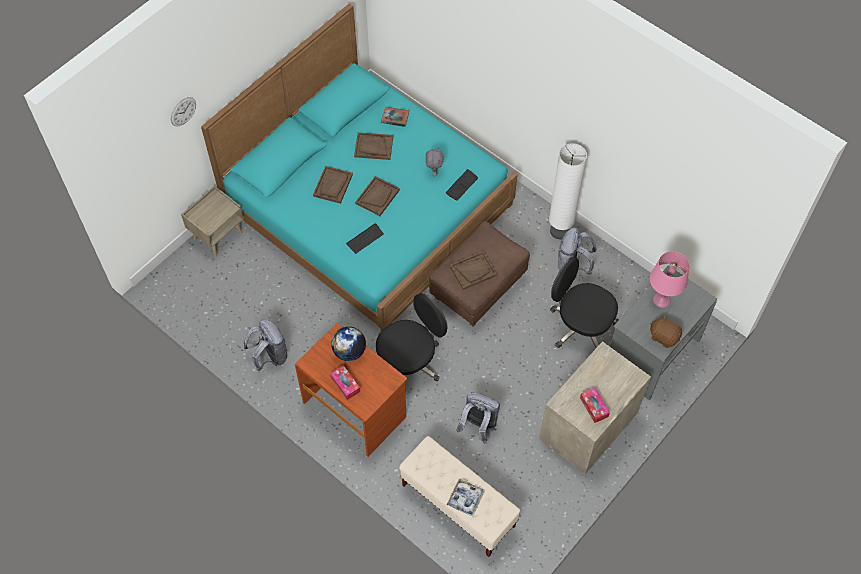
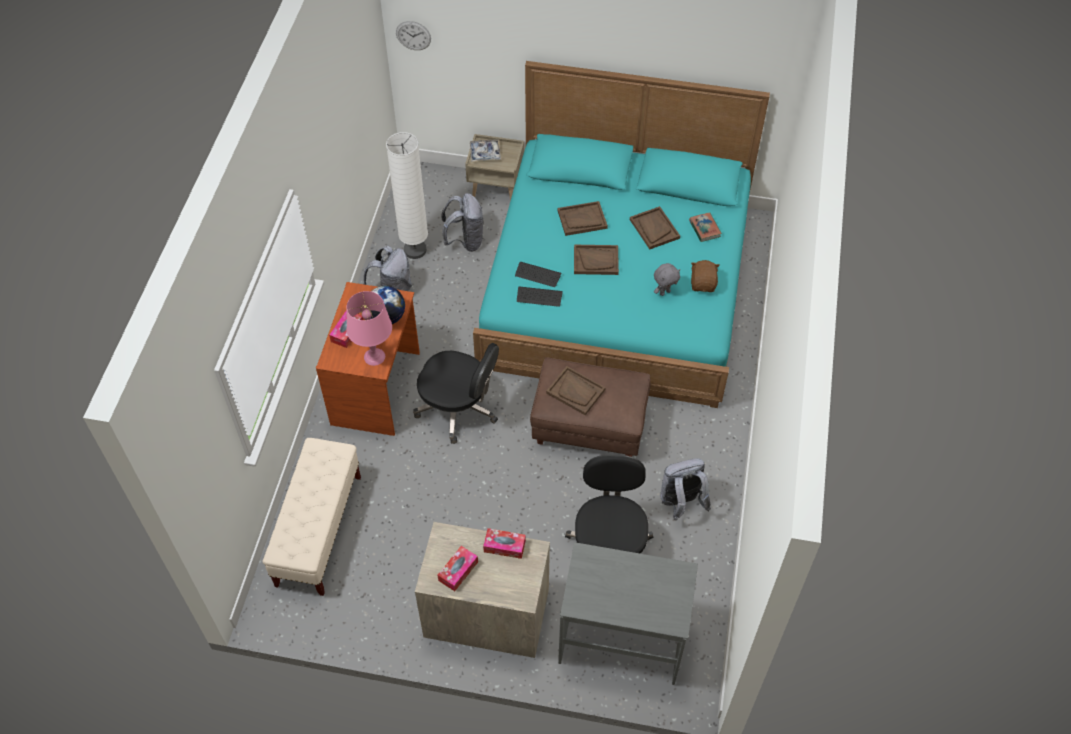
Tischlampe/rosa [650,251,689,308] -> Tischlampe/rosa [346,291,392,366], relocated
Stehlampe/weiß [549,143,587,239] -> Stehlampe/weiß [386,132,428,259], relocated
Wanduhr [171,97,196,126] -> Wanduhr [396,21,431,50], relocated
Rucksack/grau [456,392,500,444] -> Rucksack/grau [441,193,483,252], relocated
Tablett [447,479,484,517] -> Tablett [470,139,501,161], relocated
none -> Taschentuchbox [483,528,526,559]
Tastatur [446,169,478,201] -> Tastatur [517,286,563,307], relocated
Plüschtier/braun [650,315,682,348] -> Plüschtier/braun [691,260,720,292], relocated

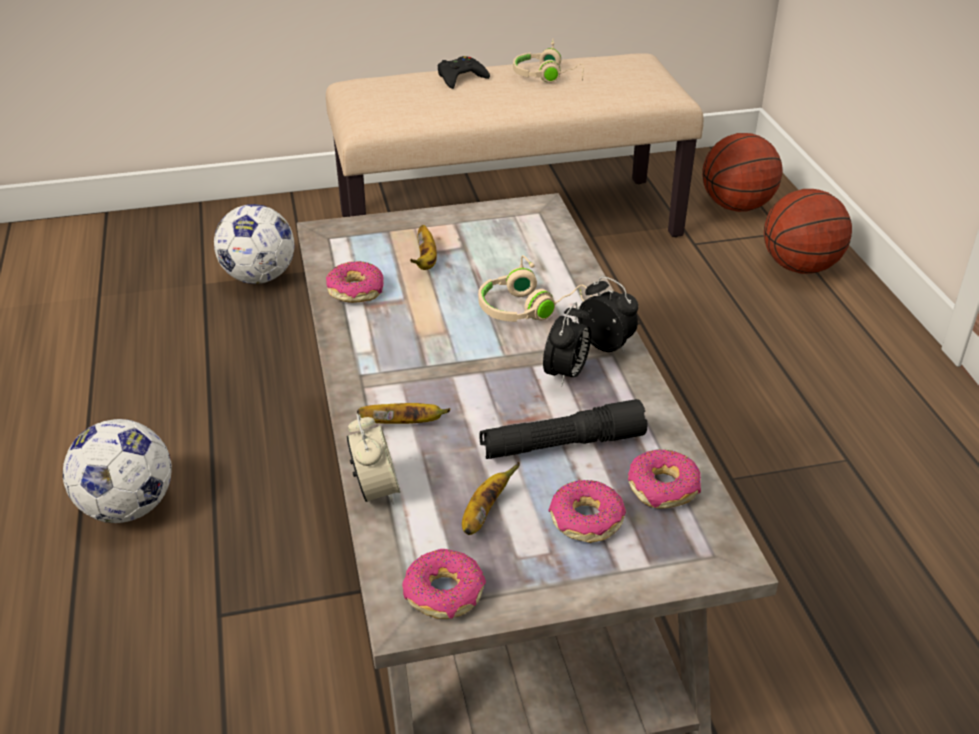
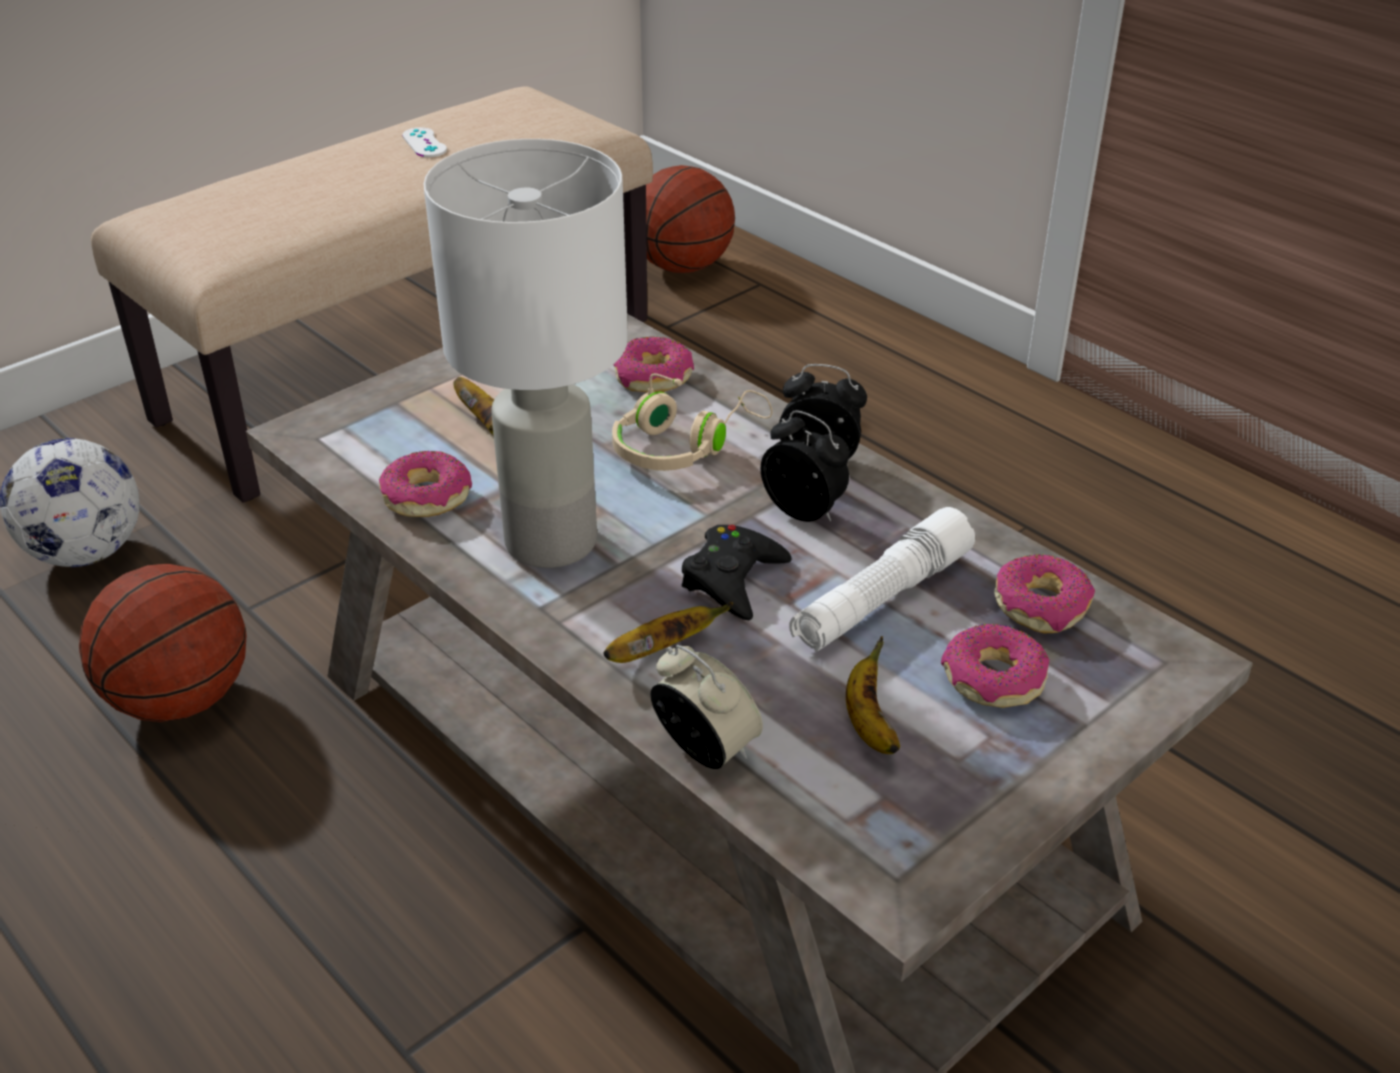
Basketball [764,189,852,274] -> Basketball [79,564,247,722], relocated
Kopfhörer/beige [513,39,584,83] -> Gamepad/weiß [402,127,447,157]
none -> Tischlampe/weiß [423,139,628,568]
Donut [402,549,486,619] -> Donut [614,336,694,392], relocated
Gamepad/schwarz [438,56,490,89] -> Gamepad/schwarz [682,525,792,620], relocated
Wecker [543,302,591,387] -> Wecker [761,410,849,522], 45 degrees counterclockwise
Taschenlampe/schwarz [479,399,648,459] -> Taschenlampe/weiß [789,507,975,652]
Fußball [63,419,172,523] -> none

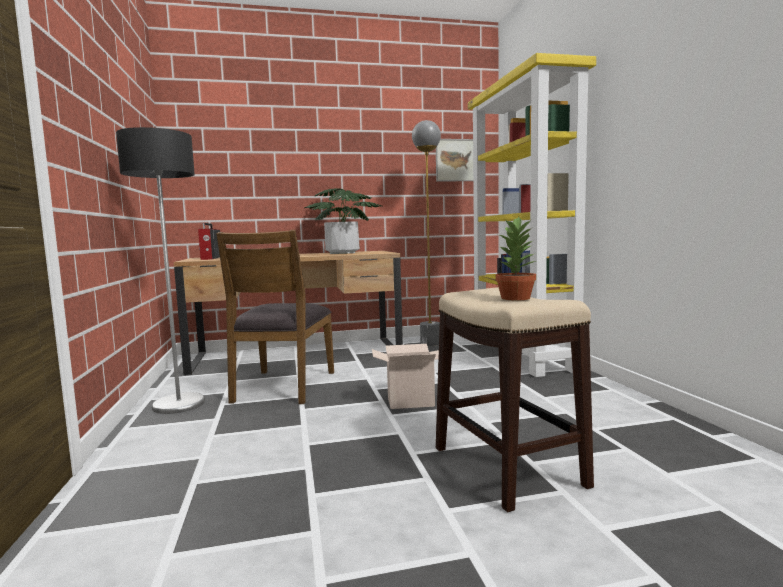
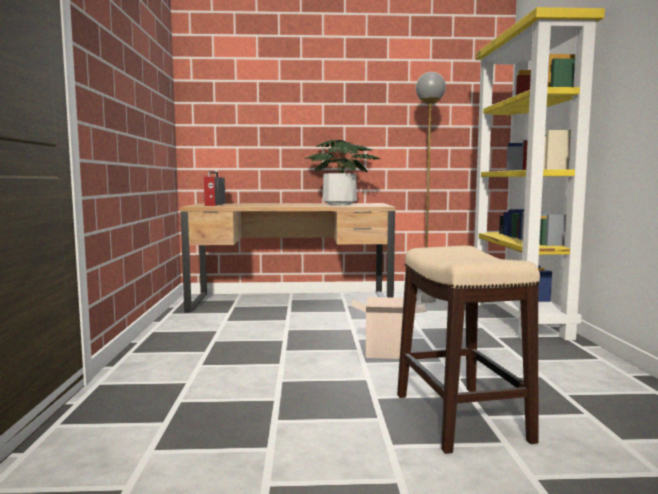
Stehlampe [116,127,205,414] -> none
Stuhl/braun [216,230,334,404] -> none
Bild [436,139,473,182] -> none
Topfpflanze [495,216,536,300] -> none

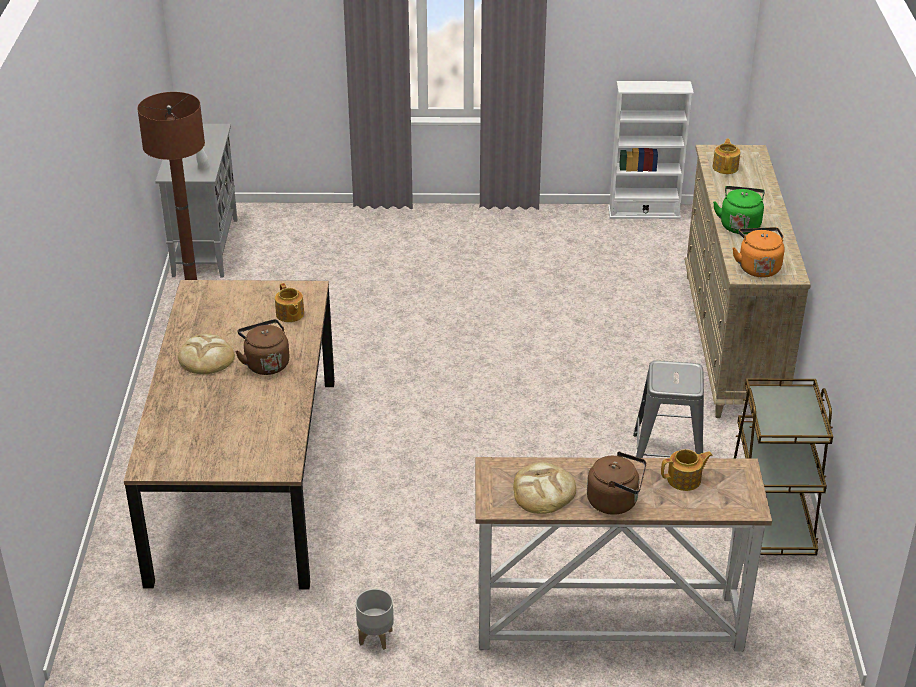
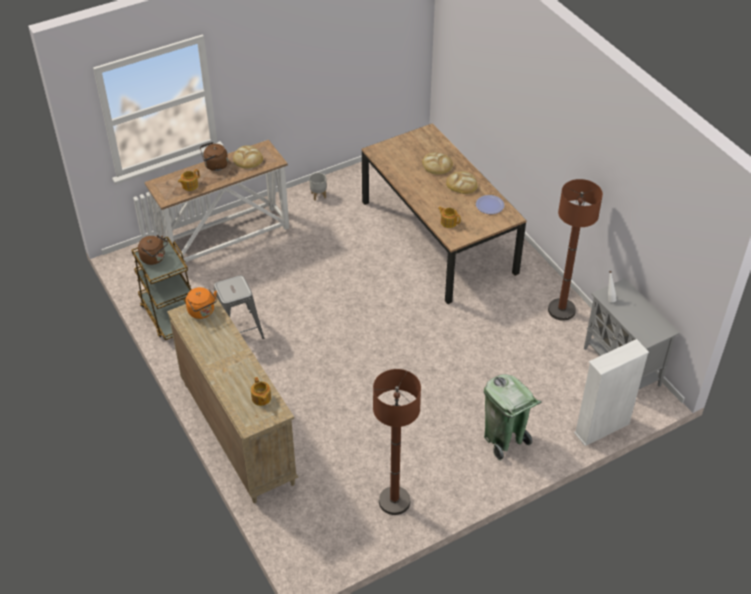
Wasserkessel/braun [235,319,290,375] -> Wasserkessel/braun [138,235,168,265], relocated
none -> Stehlampe/braun [373,369,421,515]
none -> Brot [422,152,453,175]
none -> Teller [476,195,504,214]
none -> Mülleimer/grün [484,374,542,461]
Bücherregal/weiß [608,81,694,219] -> Bücherregal/weiß [574,339,649,446], relocated
Wasserkessel/grün [713,186,765,234] -> none

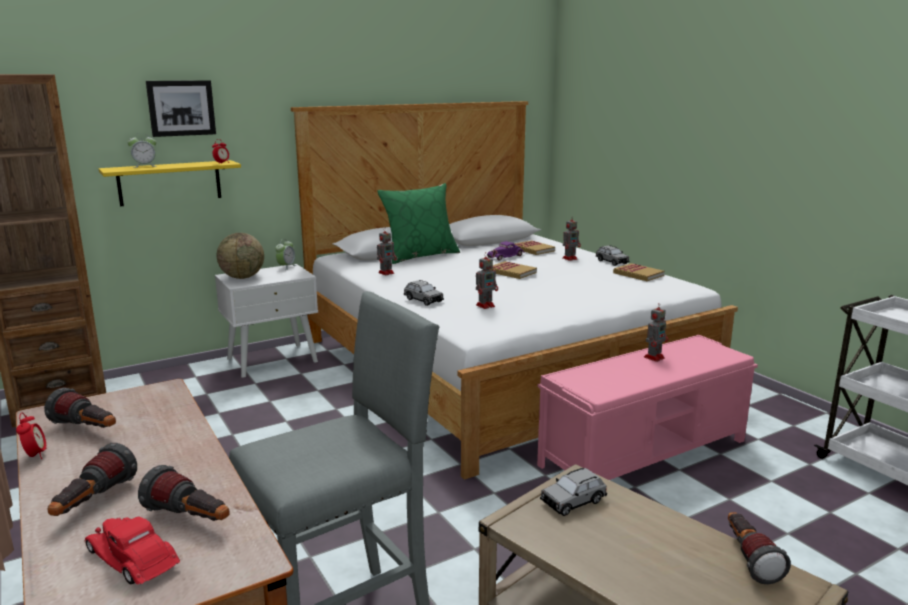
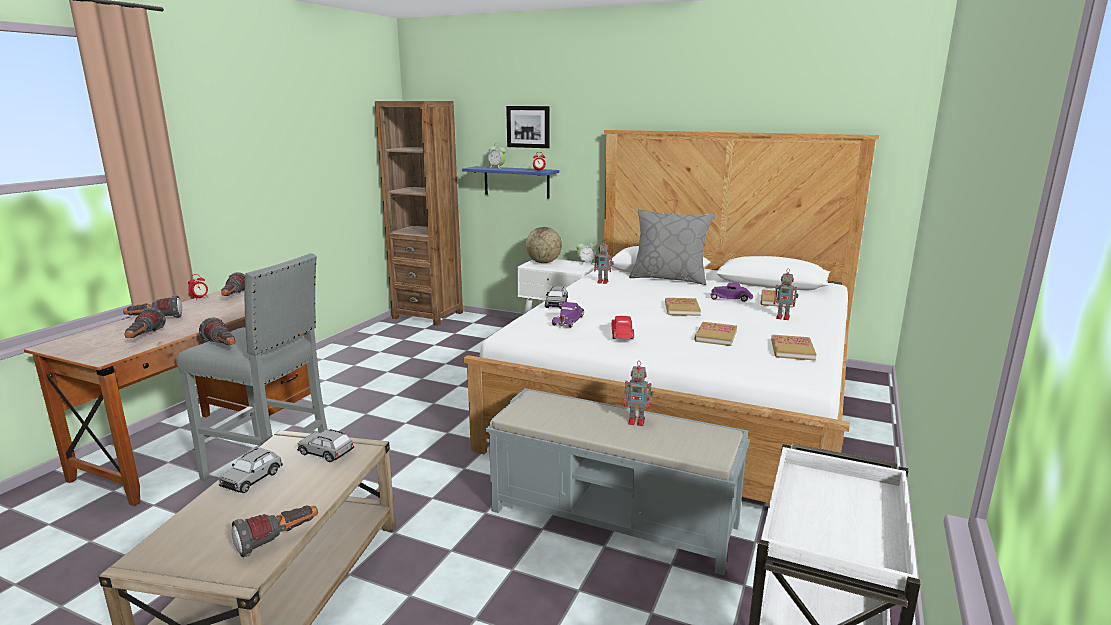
none -> Taschenlampe [199,318,235,345]
Spielzeugauto/grau [595,245,629,266] -> Spielzeugauto/grau [219,448,283,493], relocated
Wandregal/gelb [99,160,241,206] -> Wandregal/blau [462,166,559,199]
Bank/rosa [537,335,758,480] -> Bank/grau [486,388,750,575]
Spielzeugroboter [476,252,498,309] -> Spielzeugauto/lila [552,302,584,327]
Spielzeugauto/rot [85,516,180,585] -> Spielzeugauto/rot [612,316,634,339], relocated
Kissen/grün [378,183,460,264] -> Kissen/grau [629,209,715,285]
none -> Buch [694,322,737,346]

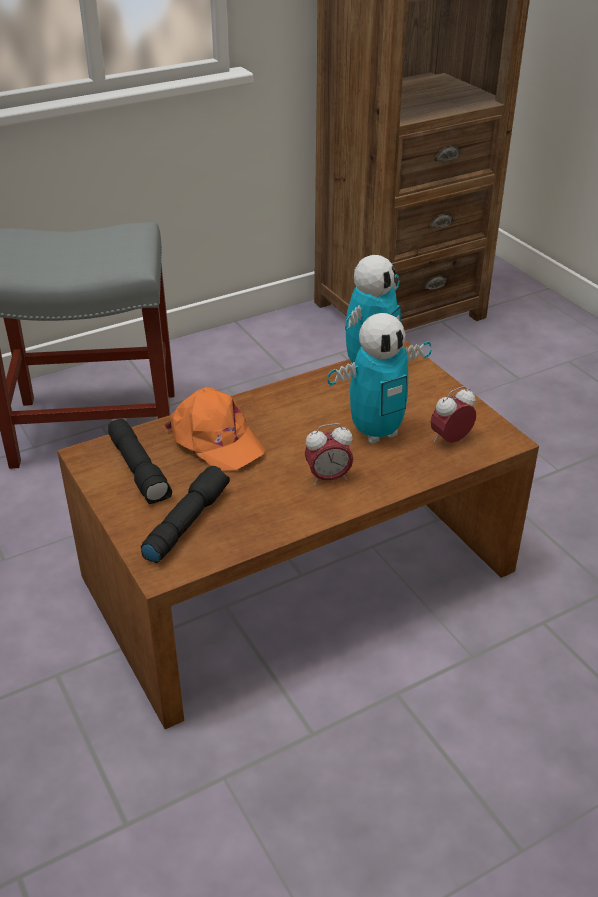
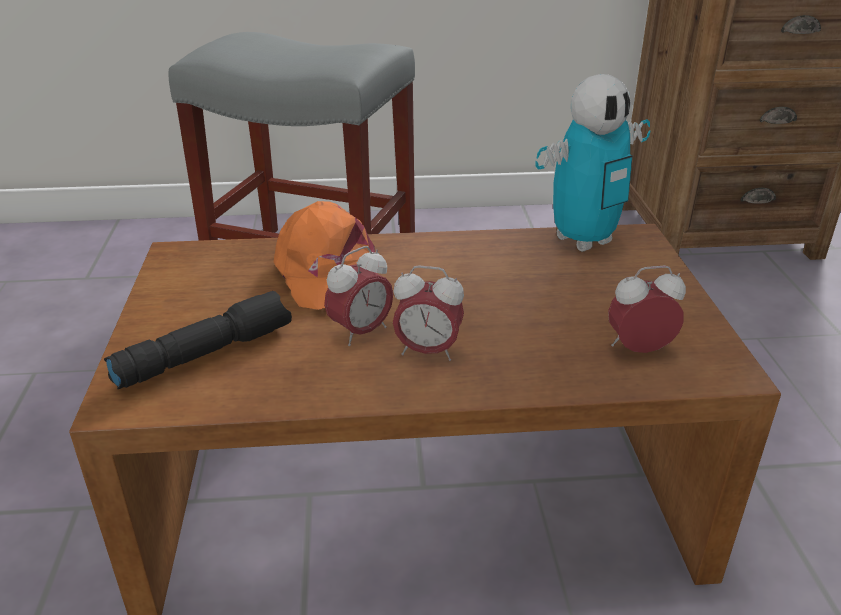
none -> Wecker [324,246,393,346]
Taschenlampe/schwarz [108,419,172,504] -> none
Spielzeugroboter [328,313,432,444] -> none

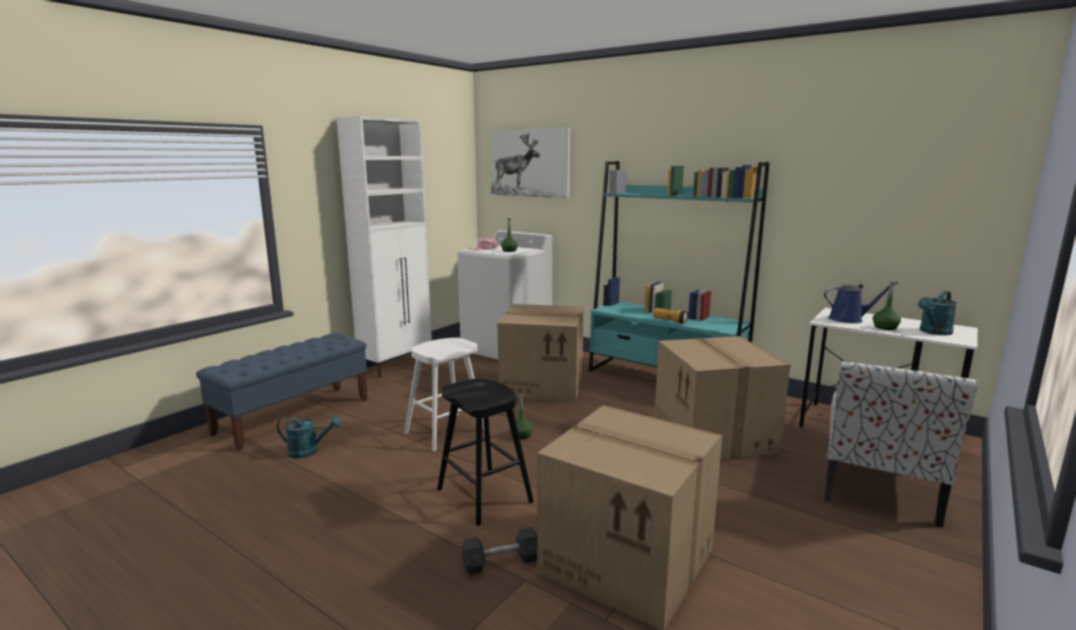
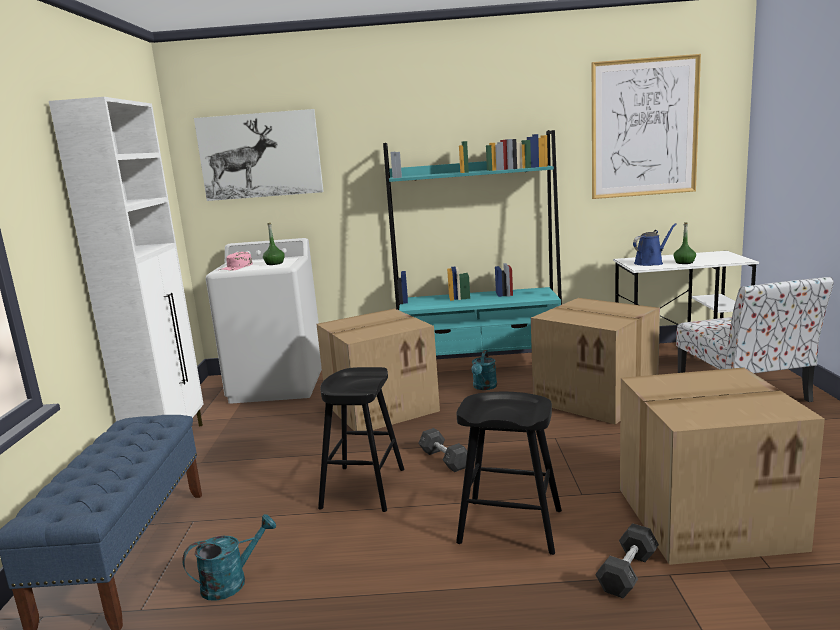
Hocker/weiß [404,338,484,451] -> Hocker/schwarz [318,367,404,512]
Flasche/grün [510,394,533,439] -> Hantel/grau [418,428,467,472]
Gießkanne/türkis [918,291,957,335] -> Gießkanne/türkis [471,350,497,390], relocated
none -> Bild [592,54,701,199]
Taschenlampe [653,308,688,324] -> none

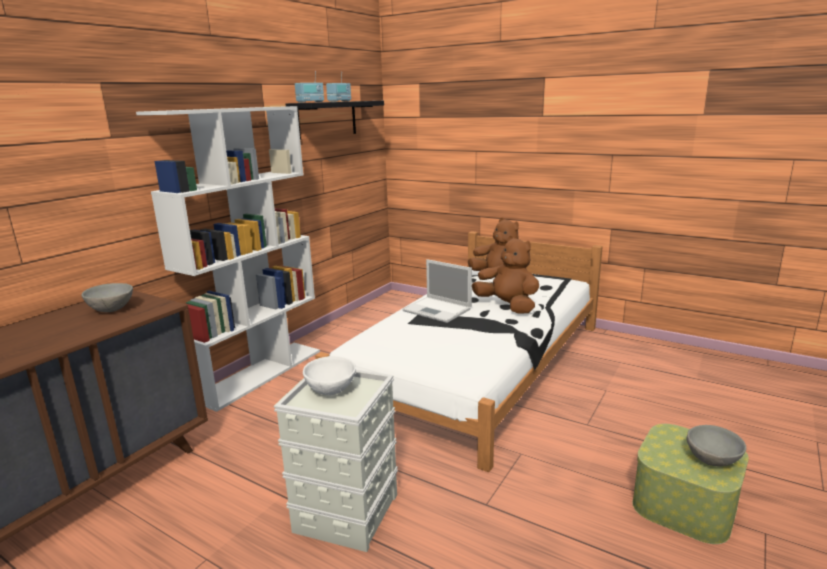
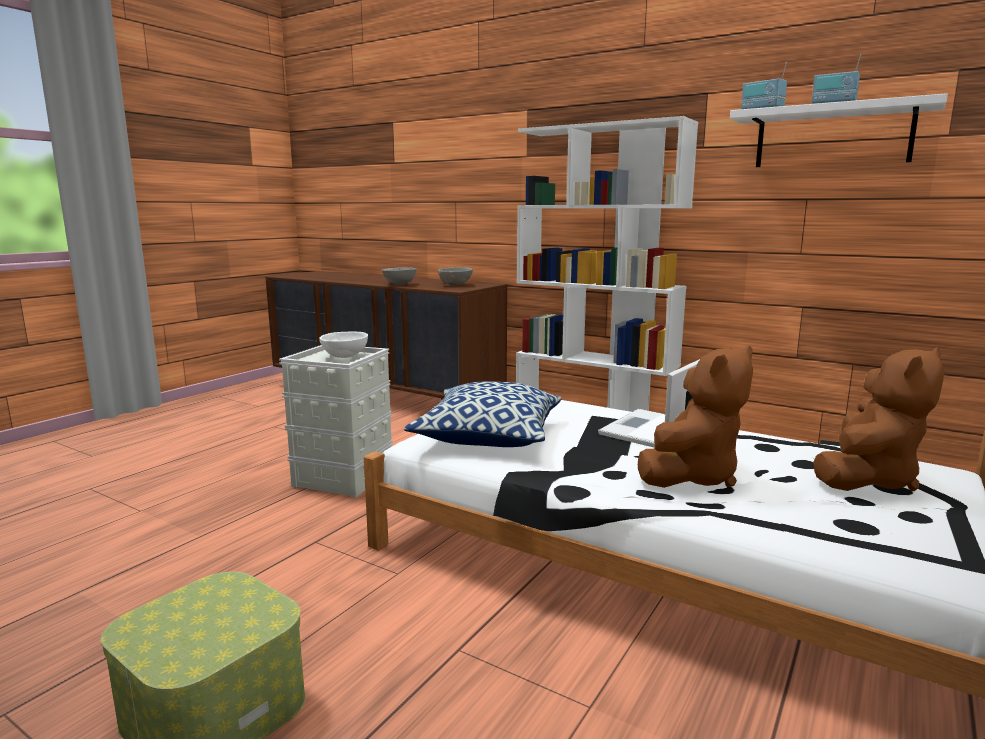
Schüssel/grau [687,425,746,467] -> Schüssel/grau [382,267,417,285], relocated
none -> Kissen [404,382,562,447]
Wandregal/schwarz [286,101,384,140] -> Wandregal/weiß [730,93,948,167]

